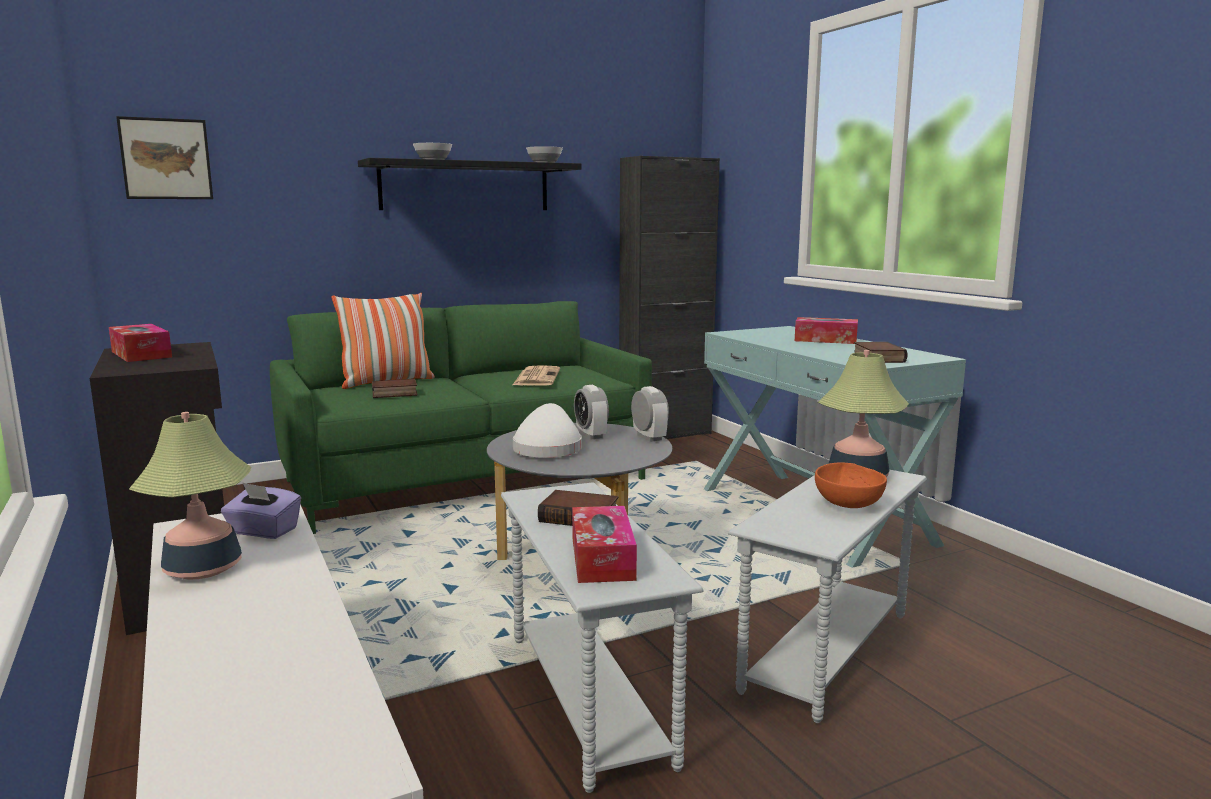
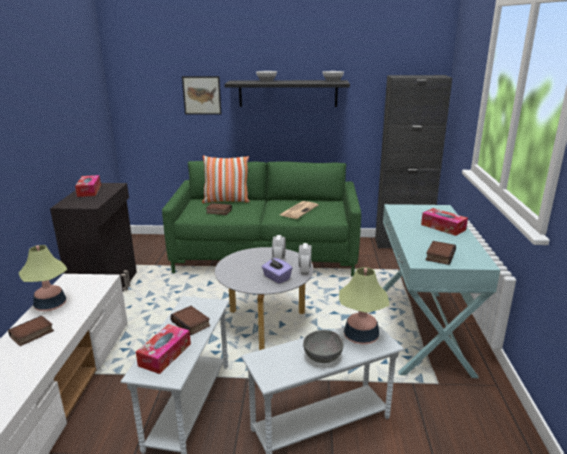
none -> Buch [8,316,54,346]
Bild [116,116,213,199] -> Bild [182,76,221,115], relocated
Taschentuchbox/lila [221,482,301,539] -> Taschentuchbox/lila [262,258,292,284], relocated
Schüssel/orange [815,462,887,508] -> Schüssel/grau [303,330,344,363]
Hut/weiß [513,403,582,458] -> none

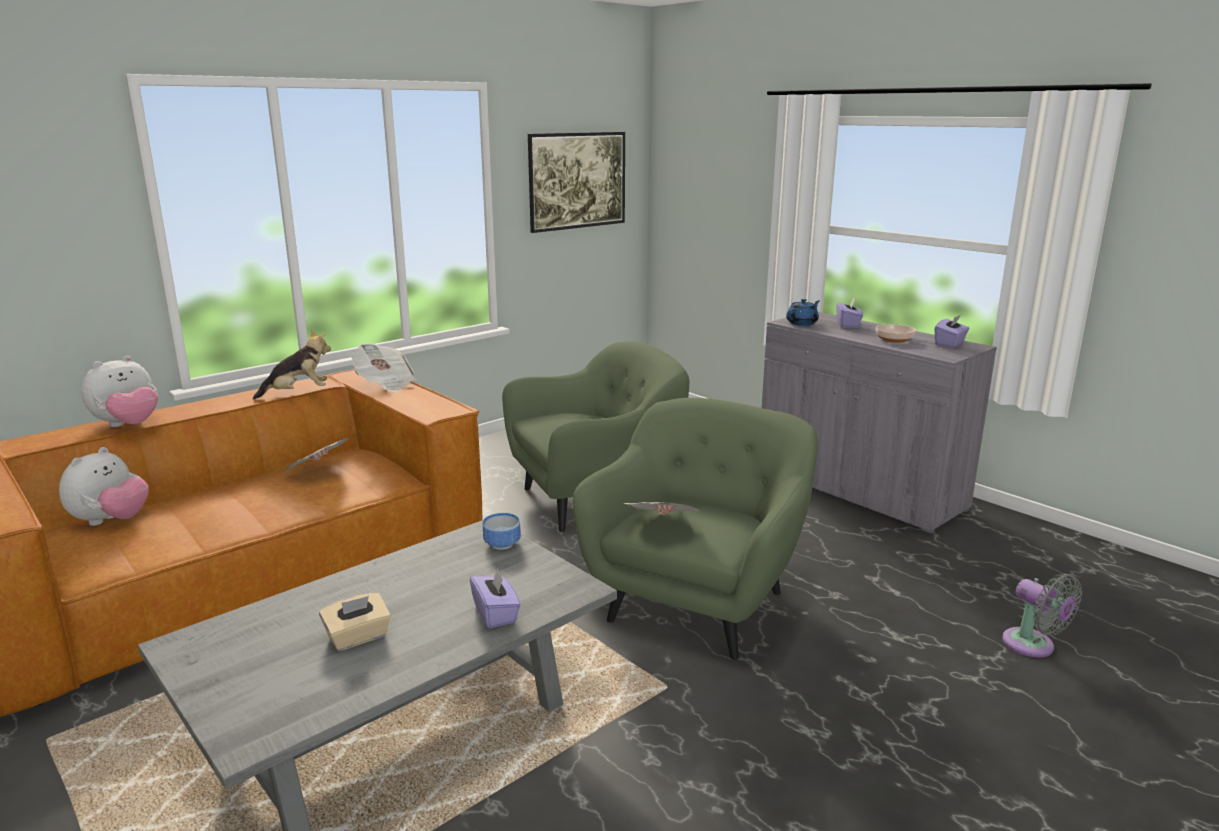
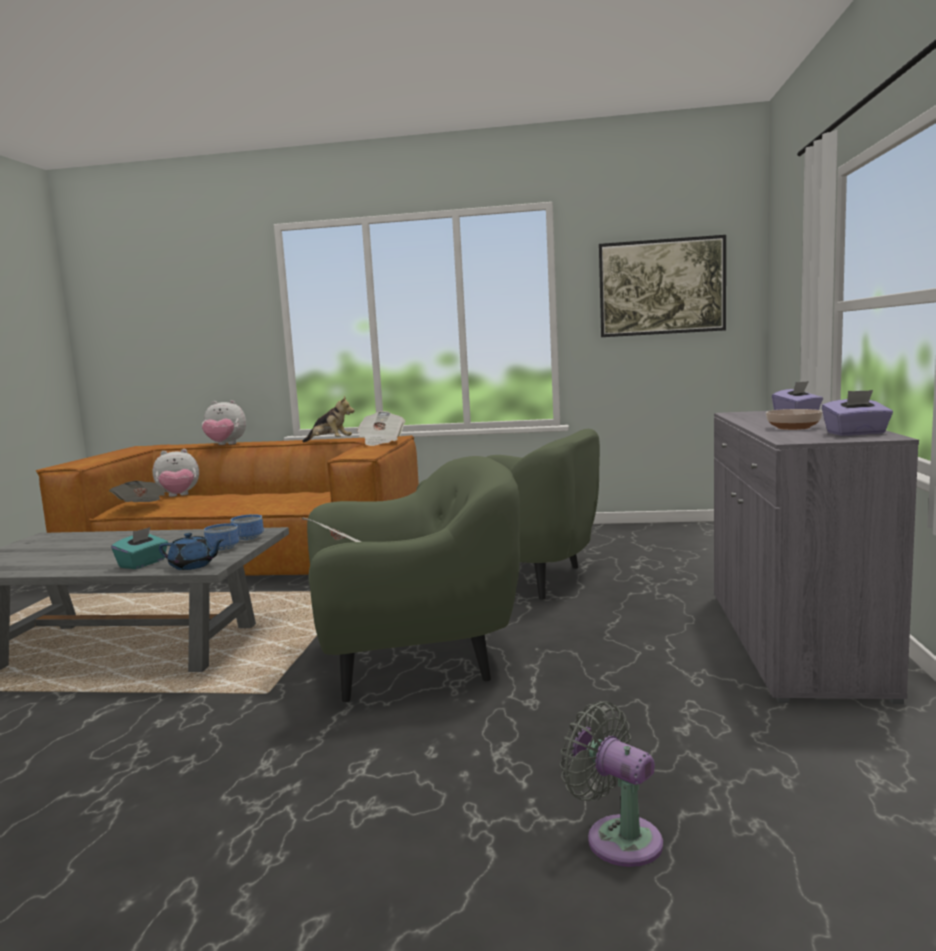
Zeitung [281,438,349,472] -> Zeitung [109,481,167,502], relocated
Taschentuchbox/lila [470,567,521,629] -> Taschentuchbox/türkis [111,527,168,569]
Teekanne/blau [786,299,819,326] -> Teekanne/blau [159,533,224,570], relocated
none -> Schüssel [204,523,239,552]
Ventilator/grau [1002,573,1082,657] -> Ventilator/grau [560,701,663,867], 120 degrees clockwise
Taschentuchbox/beige [319,593,391,651] -> none

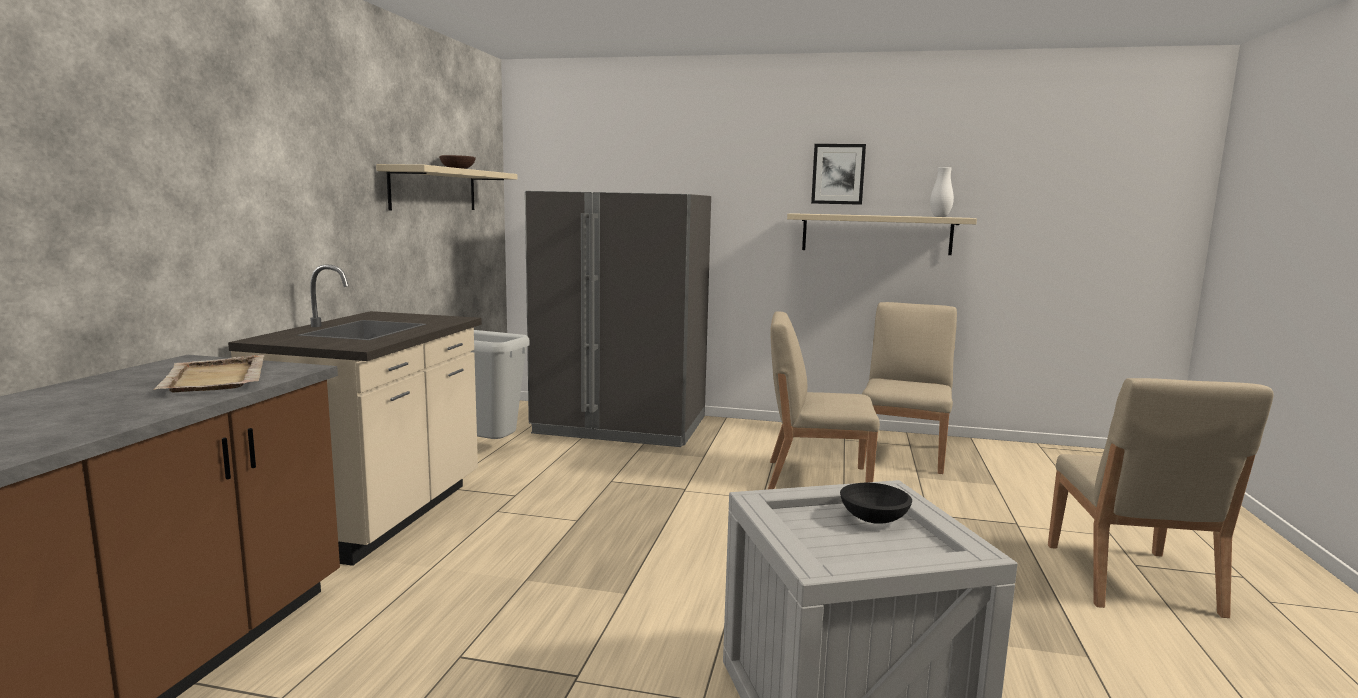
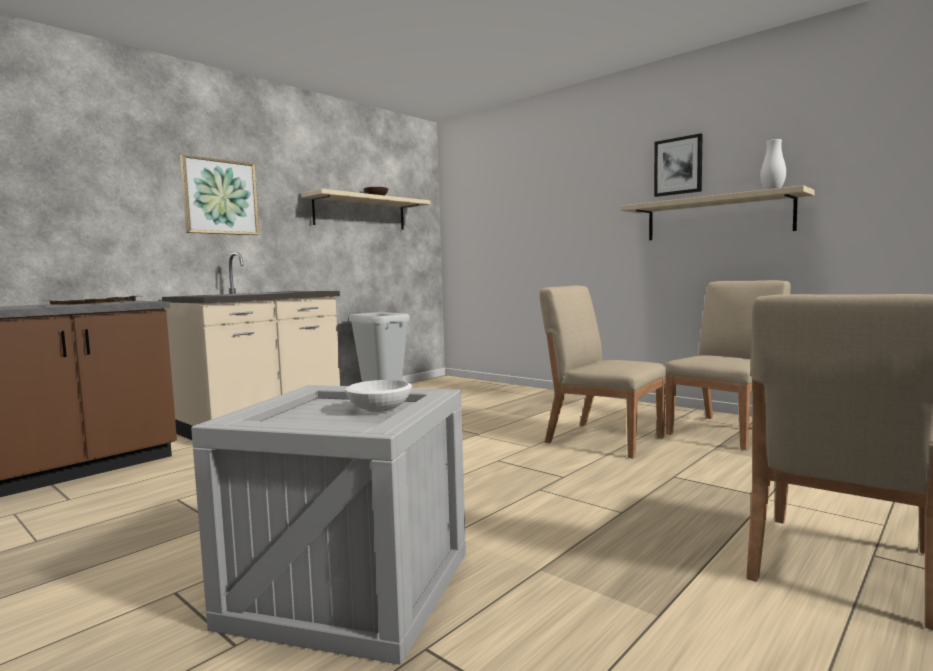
none -> Bild [180,154,259,235]
Schüssel/schwarz [840,483,912,524] -> Schüssel/weiß [345,380,412,412]
Kühlschrank/grau [525,191,711,447] -> none

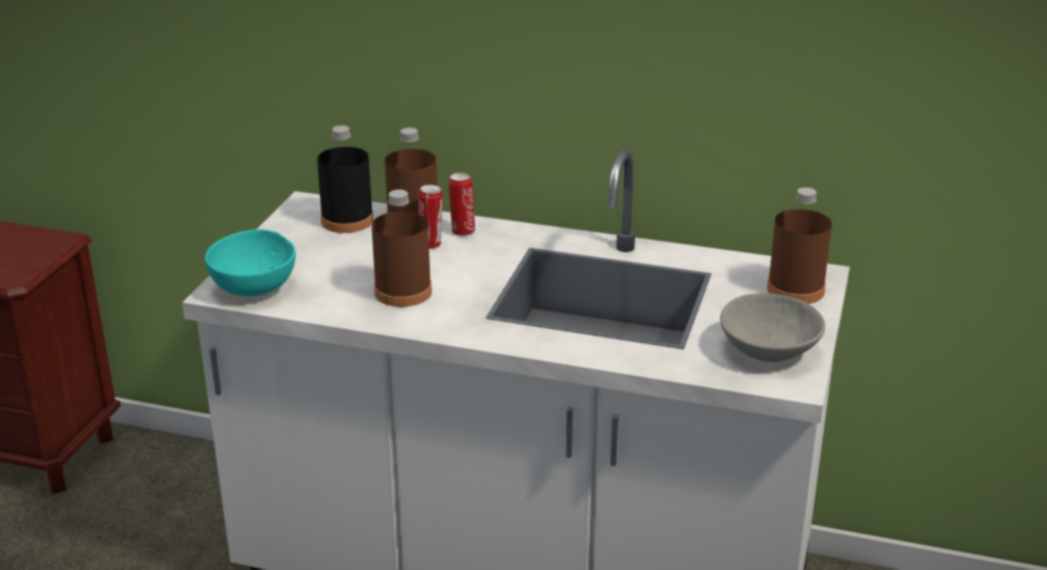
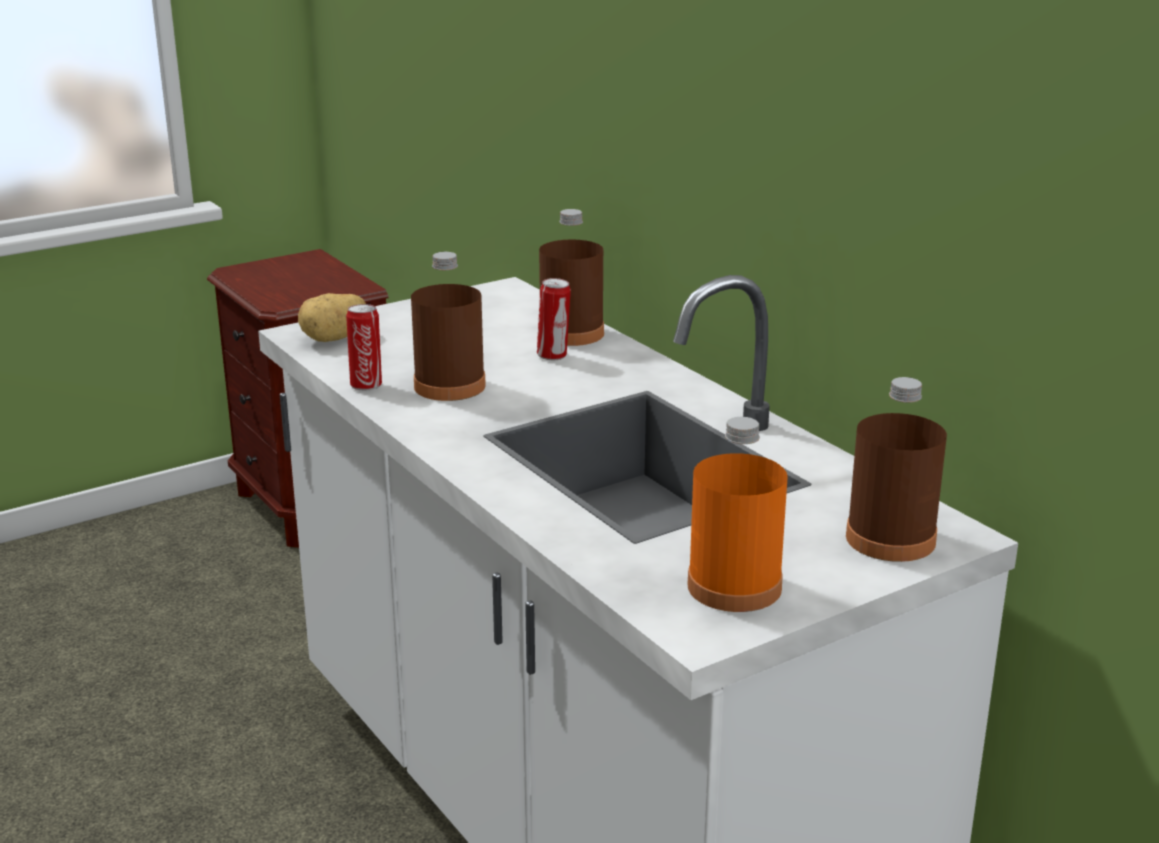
Schüssel/türkis [205,230,296,296] -> Kartoffel [298,293,366,342]
Dose [449,172,475,236] -> Dose [346,304,382,390], relocated
Schüssel/grau [720,293,825,362] -> Flasche/orange [688,417,788,612]
Flasche/schwarz [317,125,373,233] -> none

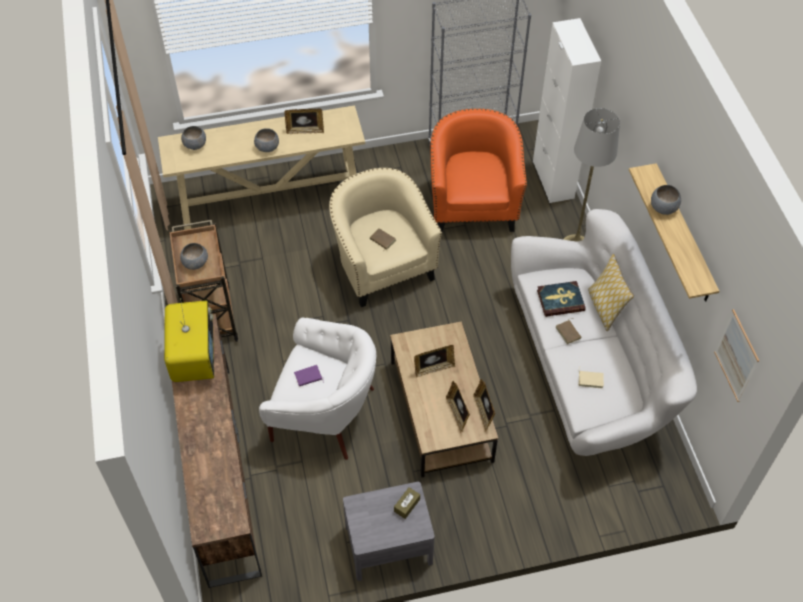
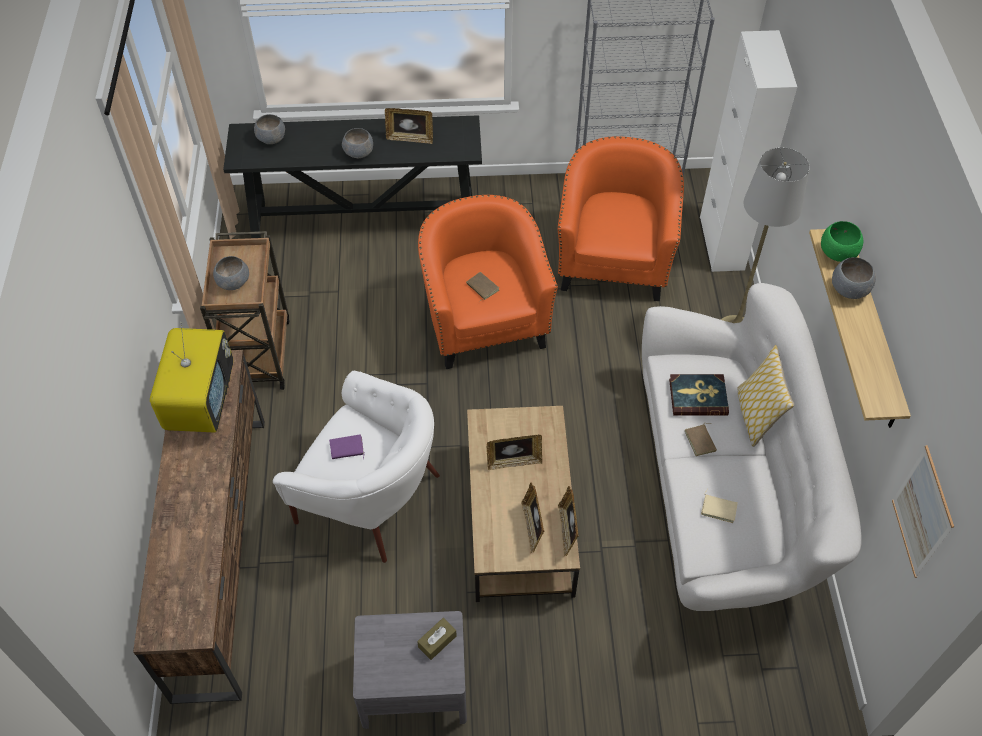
Konsolentisch/beige [158,105,365,230] -> Konsolentisch/schwarz [223,115,482,238]
Sessel/beige [329,168,442,307] -> Sessel/orange [418,195,558,369]
none -> Schüssel/grün [821,221,863,262]

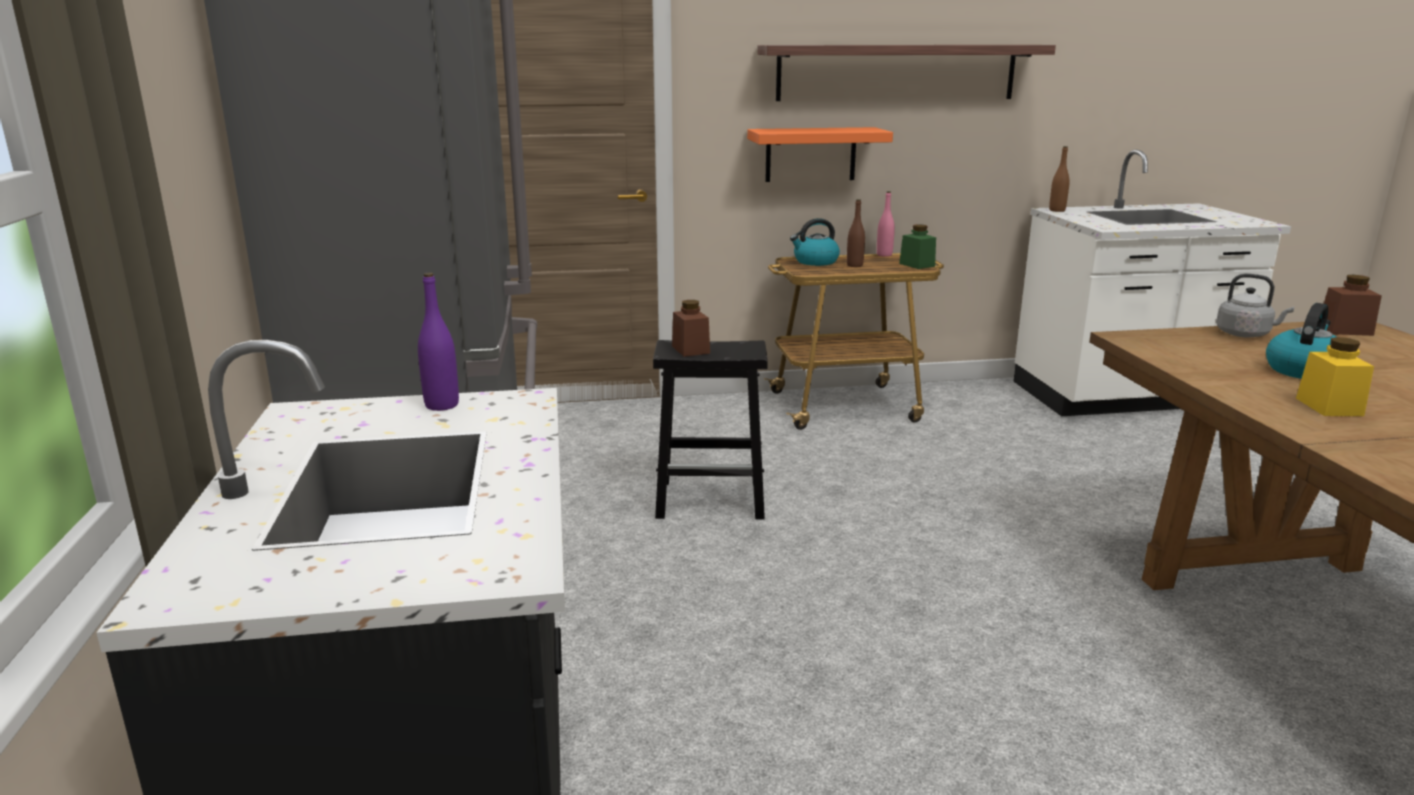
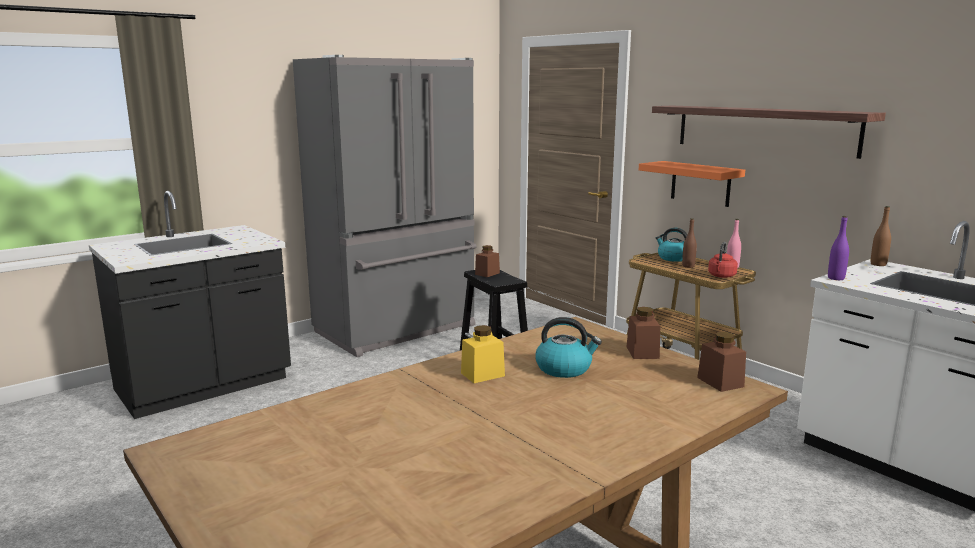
Wasserkessel/grau [1216,274,1294,337] -> Vorratsglas/braun [626,307,660,359]
Vorratsglas/grün [899,224,936,269] -> Wasserkessel/rot [708,242,738,278]
Flasche/lila [418,273,459,411] -> Flasche/lila [828,216,849,280], relocated

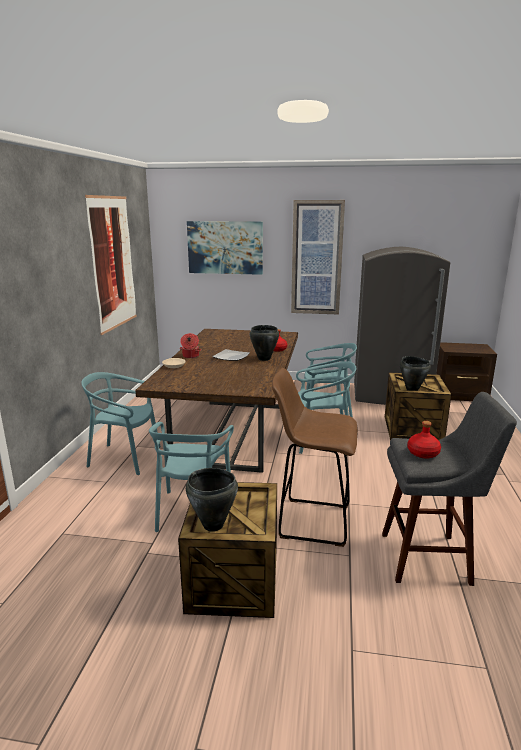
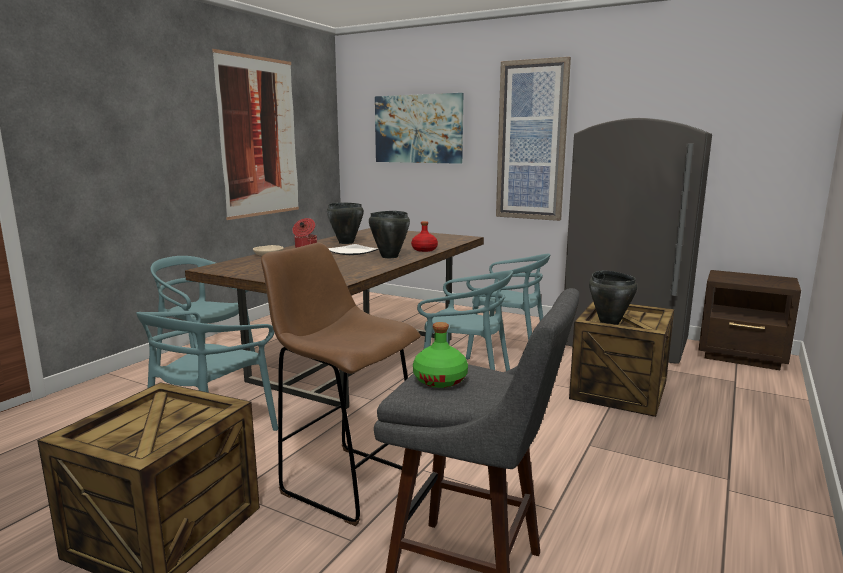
Kochtopf/schwarz [186,468,238,532] -> Kochtopf/schwarz [327,203,364,244], relocated
Flasche/rot [407,421,441,459] -> Flasche/grün [413,322,468,388]

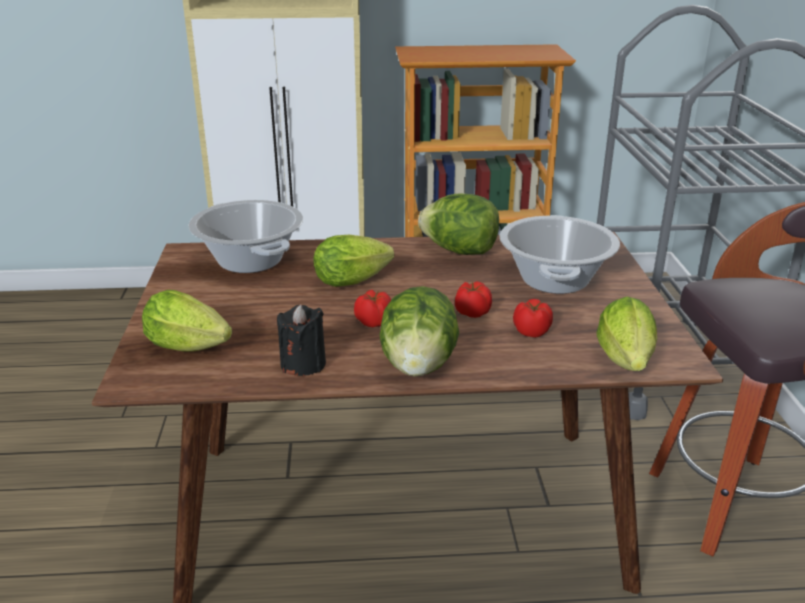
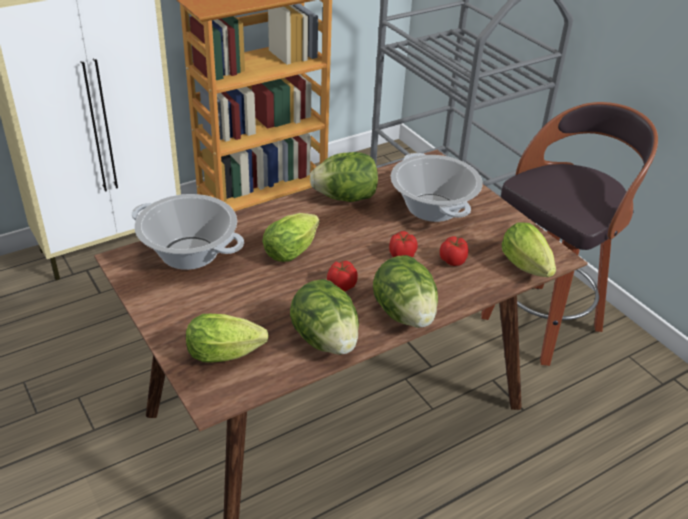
Kerze/schwarz [277,305,326,376] -> Salatkopf [290,279,359,355]

